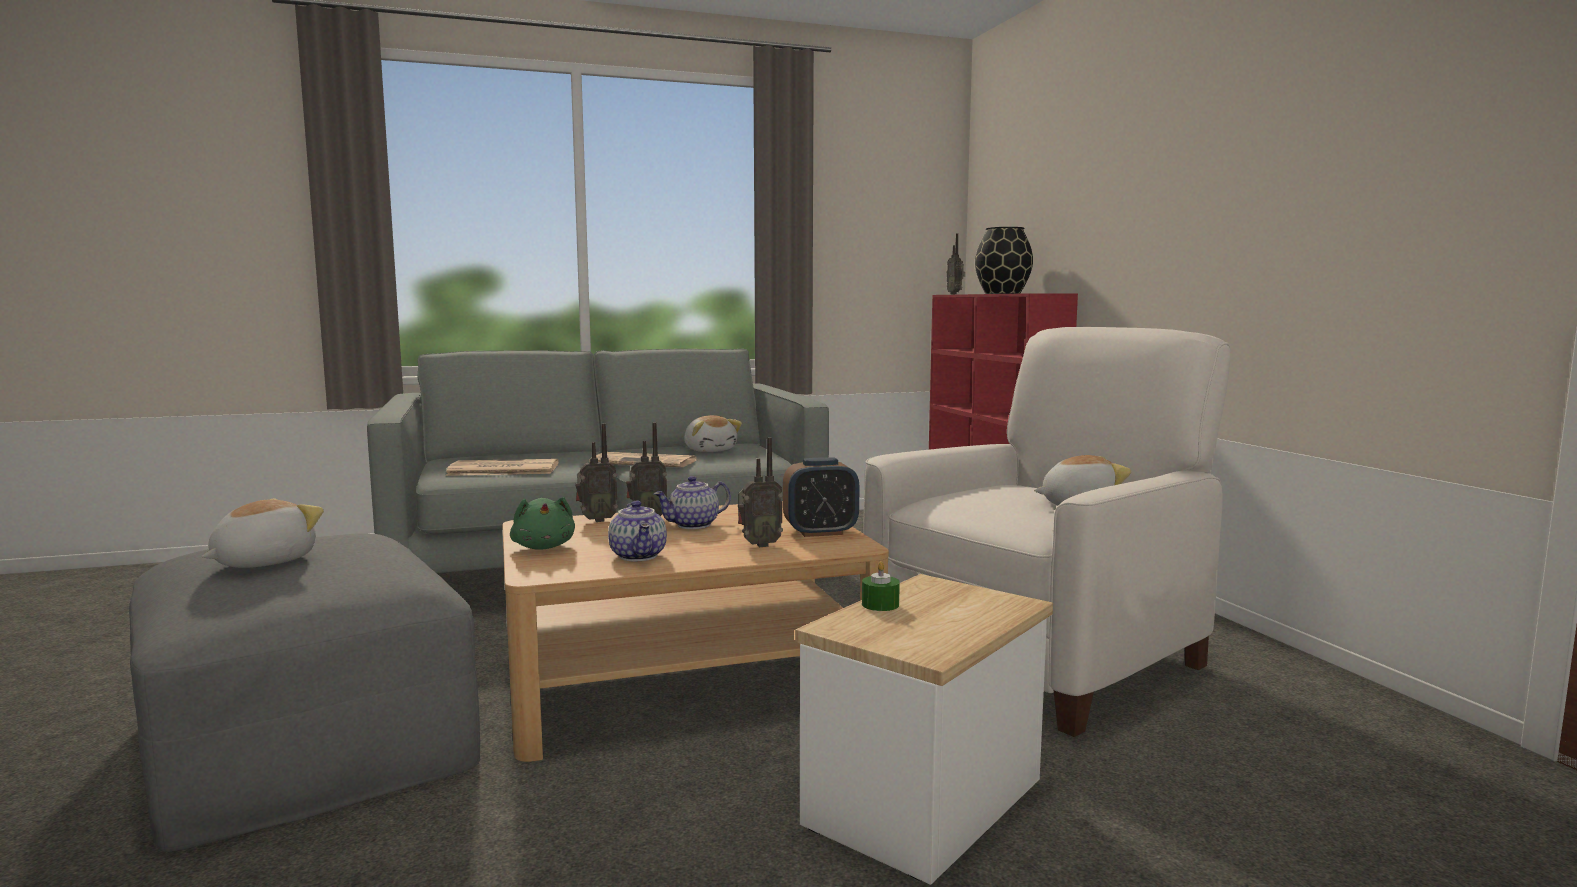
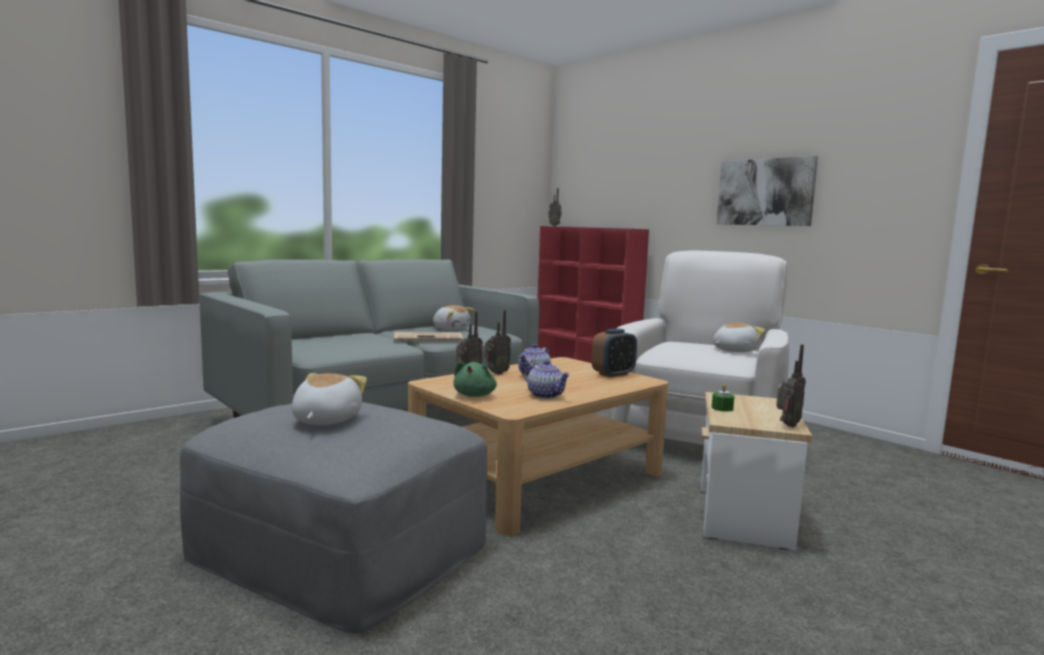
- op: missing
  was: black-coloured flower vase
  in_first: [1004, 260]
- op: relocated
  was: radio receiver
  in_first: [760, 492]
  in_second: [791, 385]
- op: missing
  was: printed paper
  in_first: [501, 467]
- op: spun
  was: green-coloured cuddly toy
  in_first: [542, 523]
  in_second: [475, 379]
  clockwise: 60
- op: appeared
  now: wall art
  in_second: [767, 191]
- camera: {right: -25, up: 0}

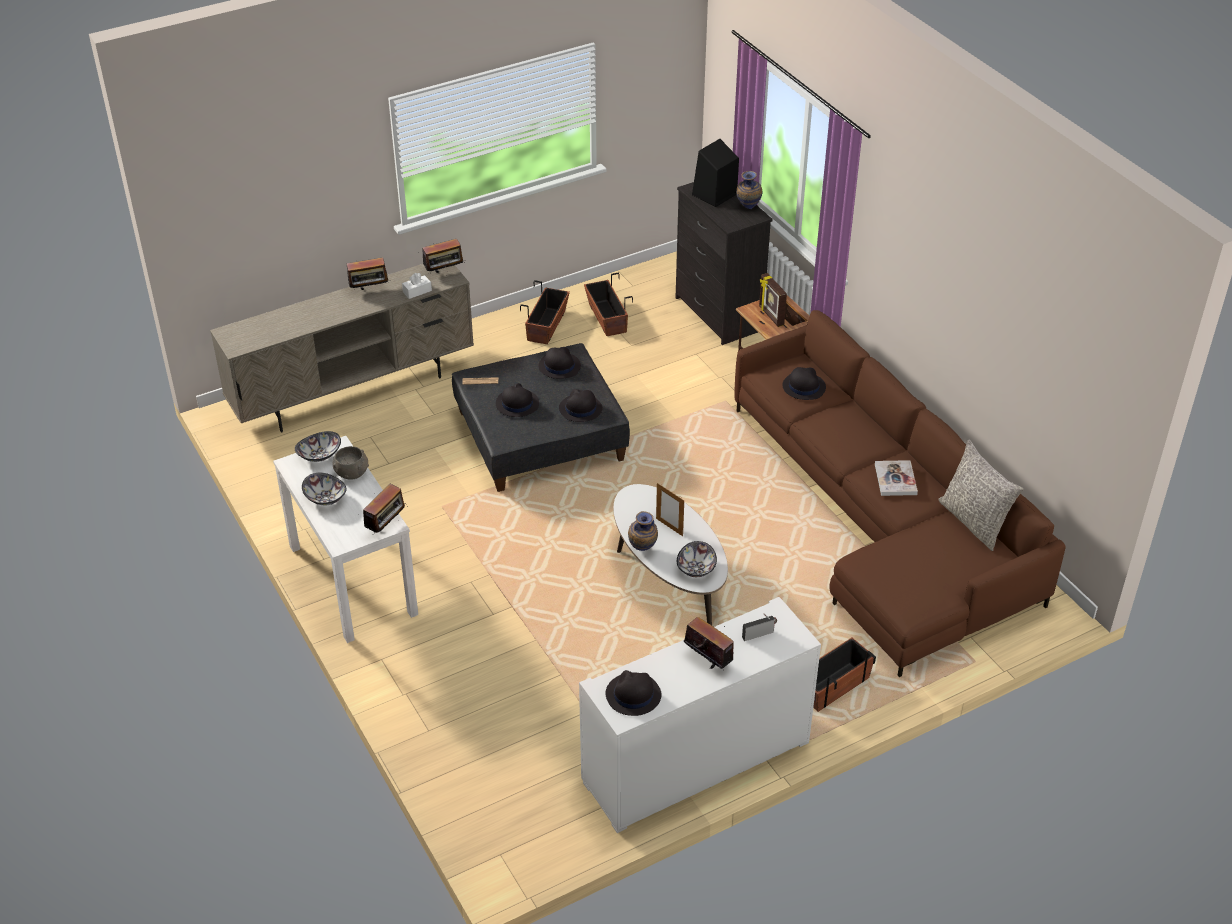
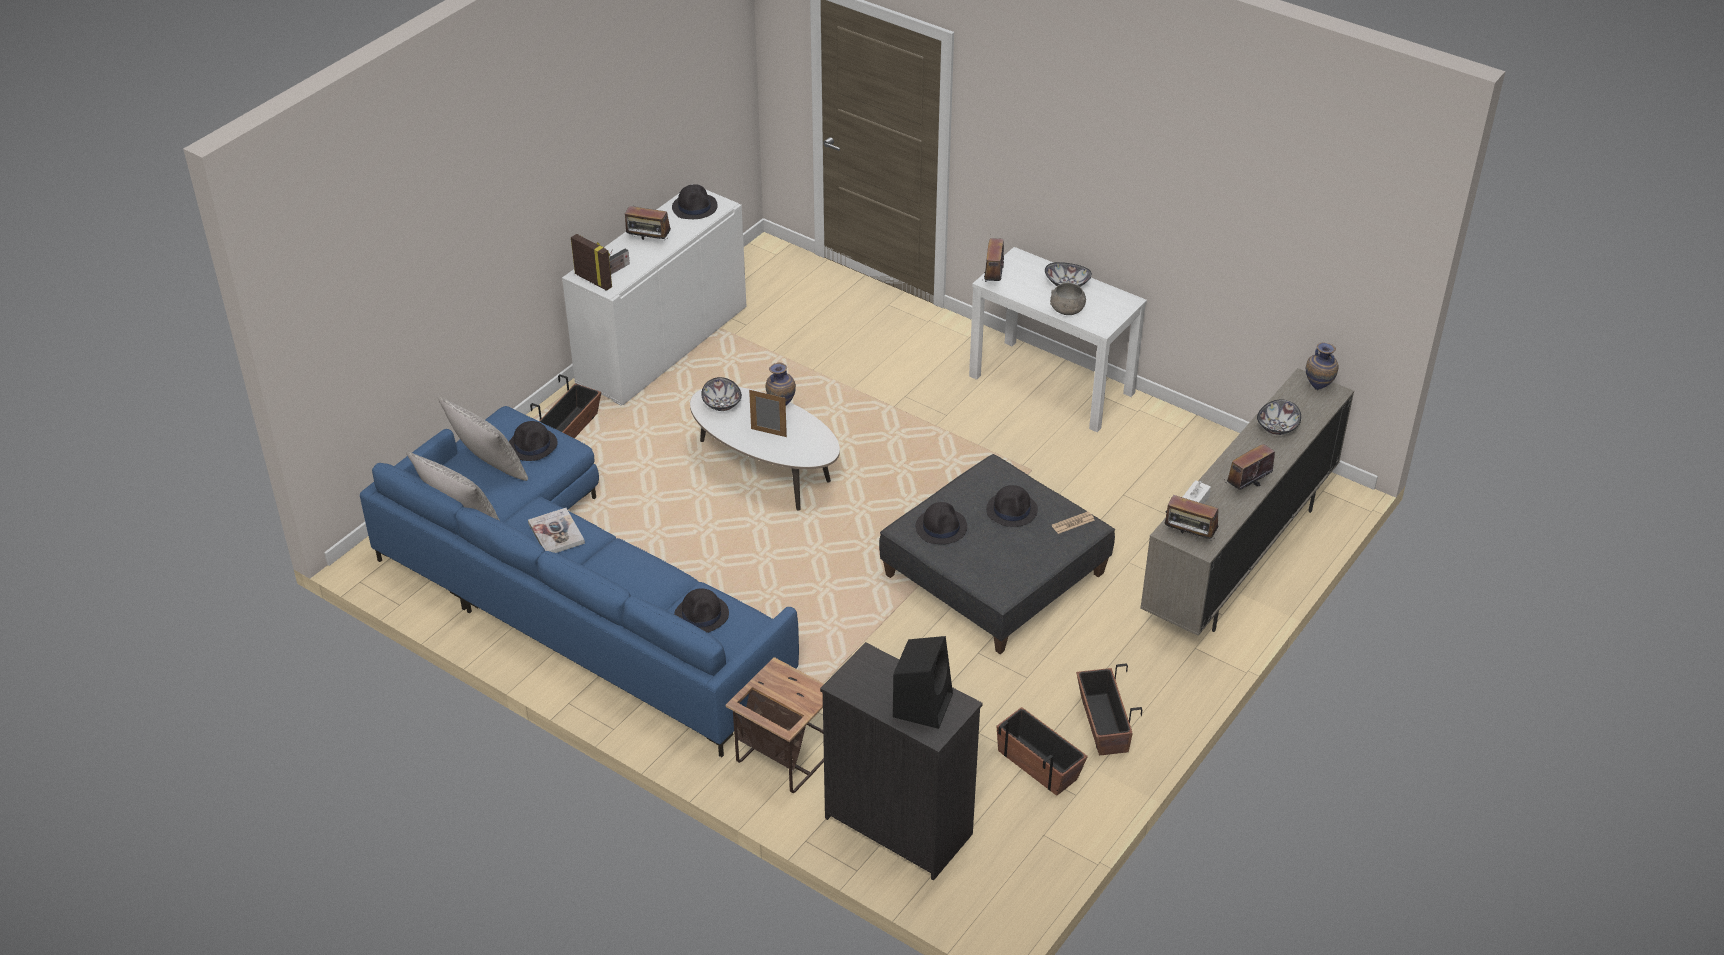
- op: relocated
  was: flower vase
  in_first: [749, 190]
  in_second: [1322, 366]
- op: spun
  was: radio receiver
  in_first: [443, 256]
  in_second: [1192, 518]
  clockwise: -105
- op: relocated
  was: standing frame
  in_first: [773, 300]
  in_second: [591, 262]
- op: colour
  was: brownish couch
  now: bluish couch
  in_first: [900, 493]
  in_second: [579, 581]
- op: relocated
  was: black-coloured wearable hat
  in_first: [560, 363]
  in_second: [533, 441]
- op: relocated
  was: bowl
  in_first: [318, 446]
  in_second: [1279, 417]
- op: appeared
  now: greyish throw pillow
  in_second: [483, 439]
- camera: {right: 155, up: 0}

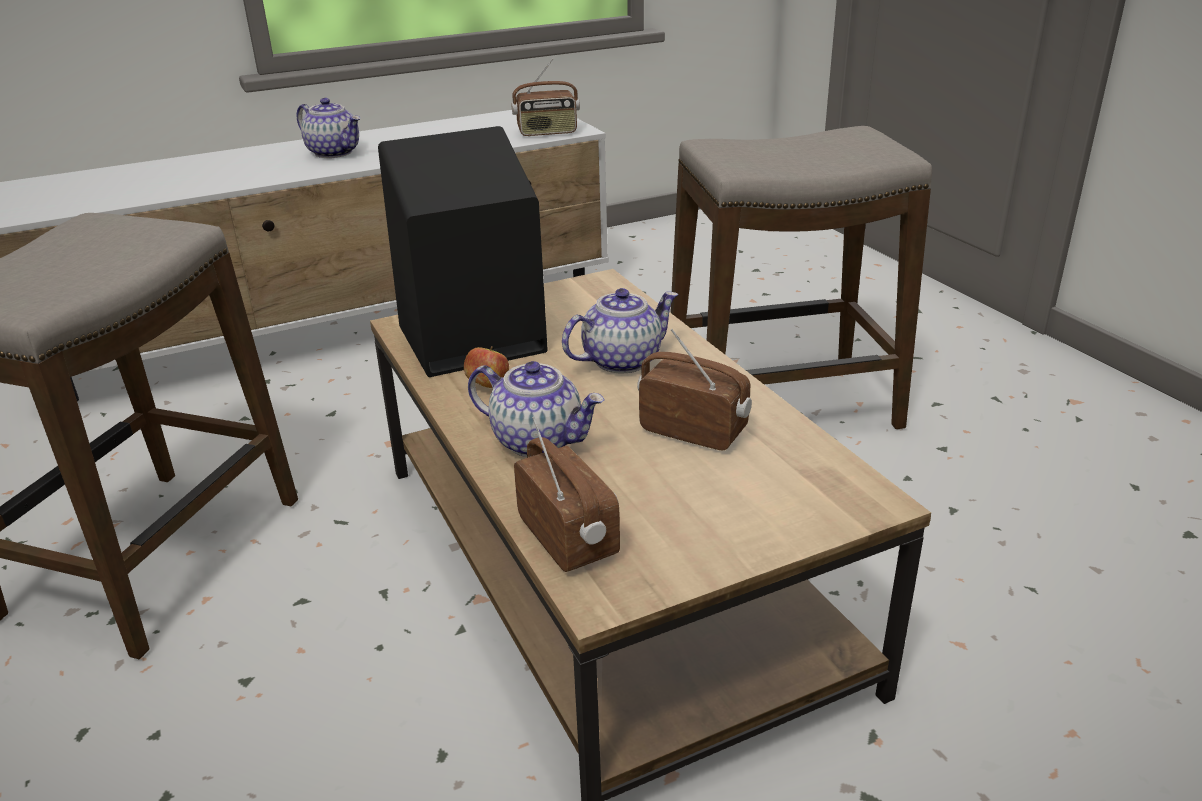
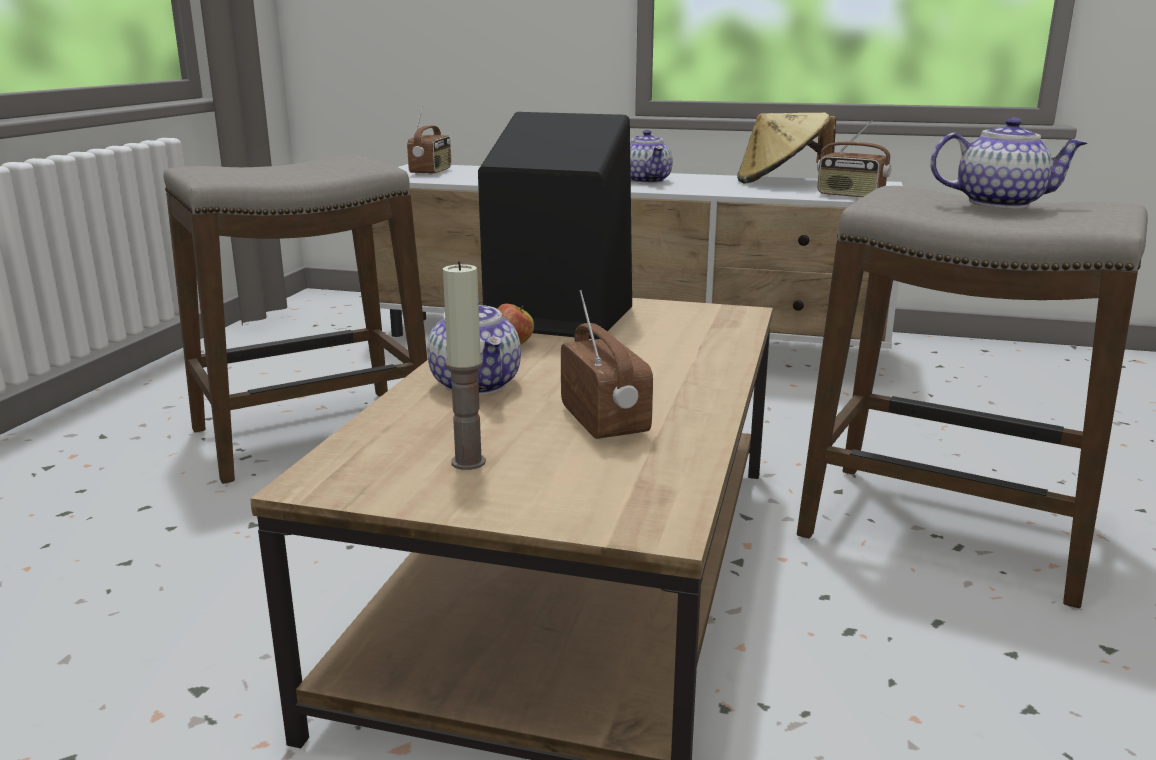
- op: relocated
  was: teapot
  in_first: [620, 330]
  in_second: [1008, 163]
- op: relocated
  was: radio receiver
  in_first: [567, 494]
  in_second: [429, 140]
- op: appeared
  now: sand-coloured wearable hat
  in_second: [786, 147]
- op: appeared
  now: candle
  in_second: [464, 365]
- camera: {right: 40, up: -10}

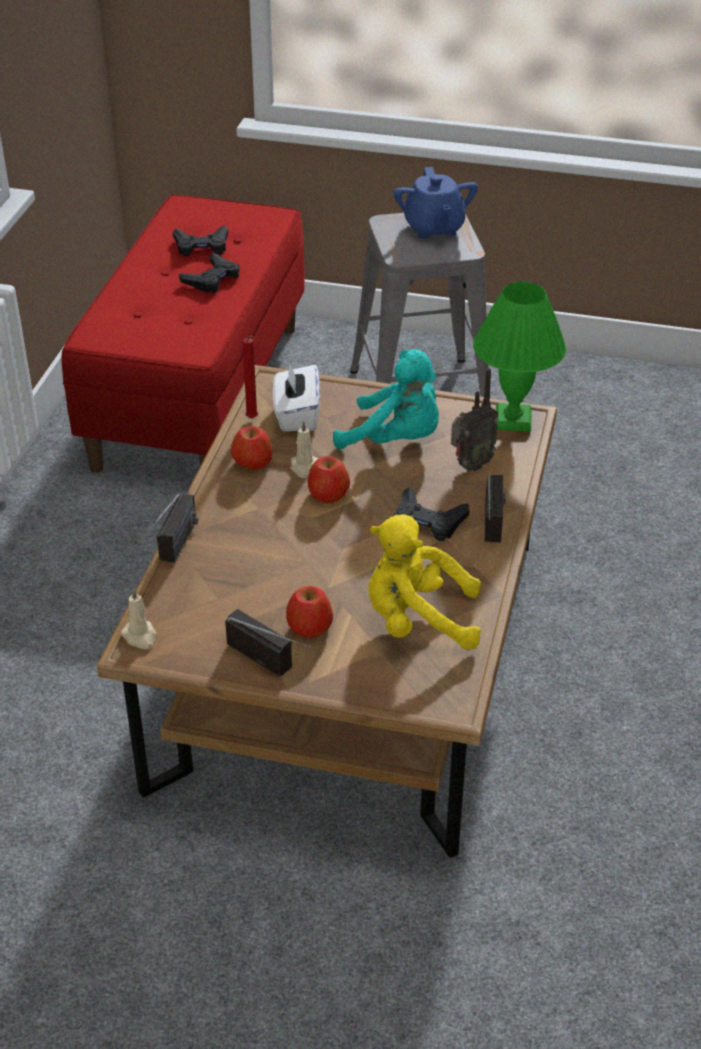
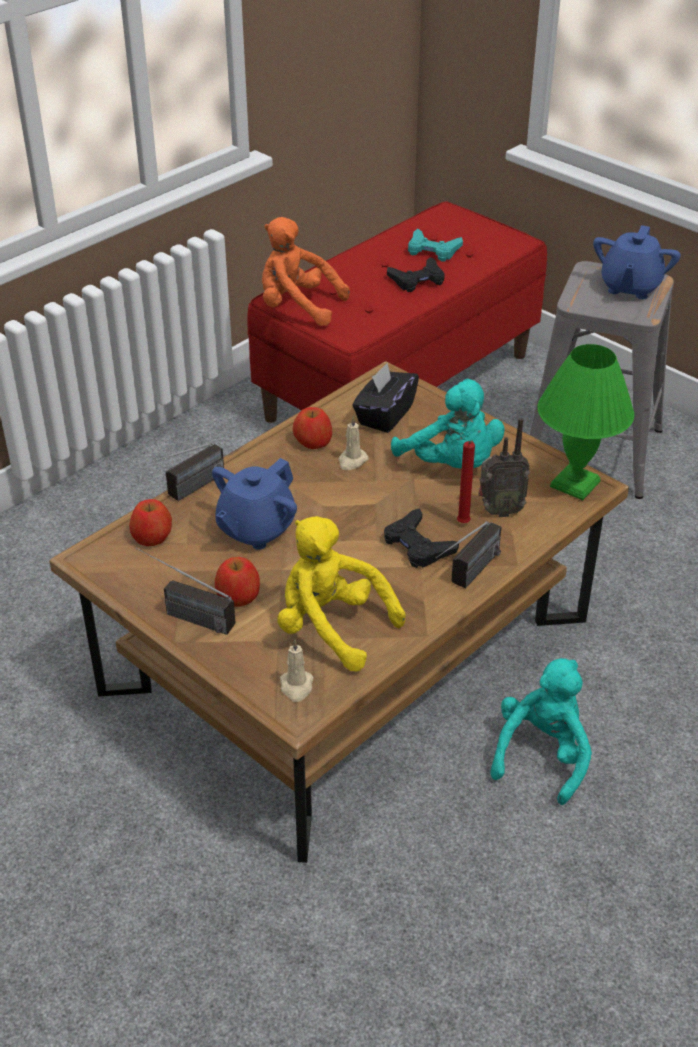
- op: colour
  was: black-coloured game controller
  now: turquoise-coloured game controller
  in_first: [200, 241]
  in_second: [435, 245]
- op: relocated
  was: red candle
  in_first: [250, 377]
  in_second: [466, 482]
- op: colour
  was: whitish box of tissues
  now: black-coloured box of tissues
  in_first: [296, 396]
  in_second: [385, 398]
- op: relocated
  was: apple fruit
  in_first: [329, 479]
  in_second: [150, 522]
- op: relocated
  was: sand-coloured candle
  in_first: [138, 618]
  in_second: [297, 670]
- op: spun
  was: radio receiver
  in_first: [268, 642]
  in_second: [185, 591]
  clockwise: 135
- op: appeared
  now: orangey cuddly toy
  in_second: [306, 271]
- op: appeared
  now: bluish teapot
  in_second: [254, 504]
- op: appeared
  now: turquoise-coloured cuddly toy
  in_second: [541, 731]
- camera: {right: 30, up: 0}

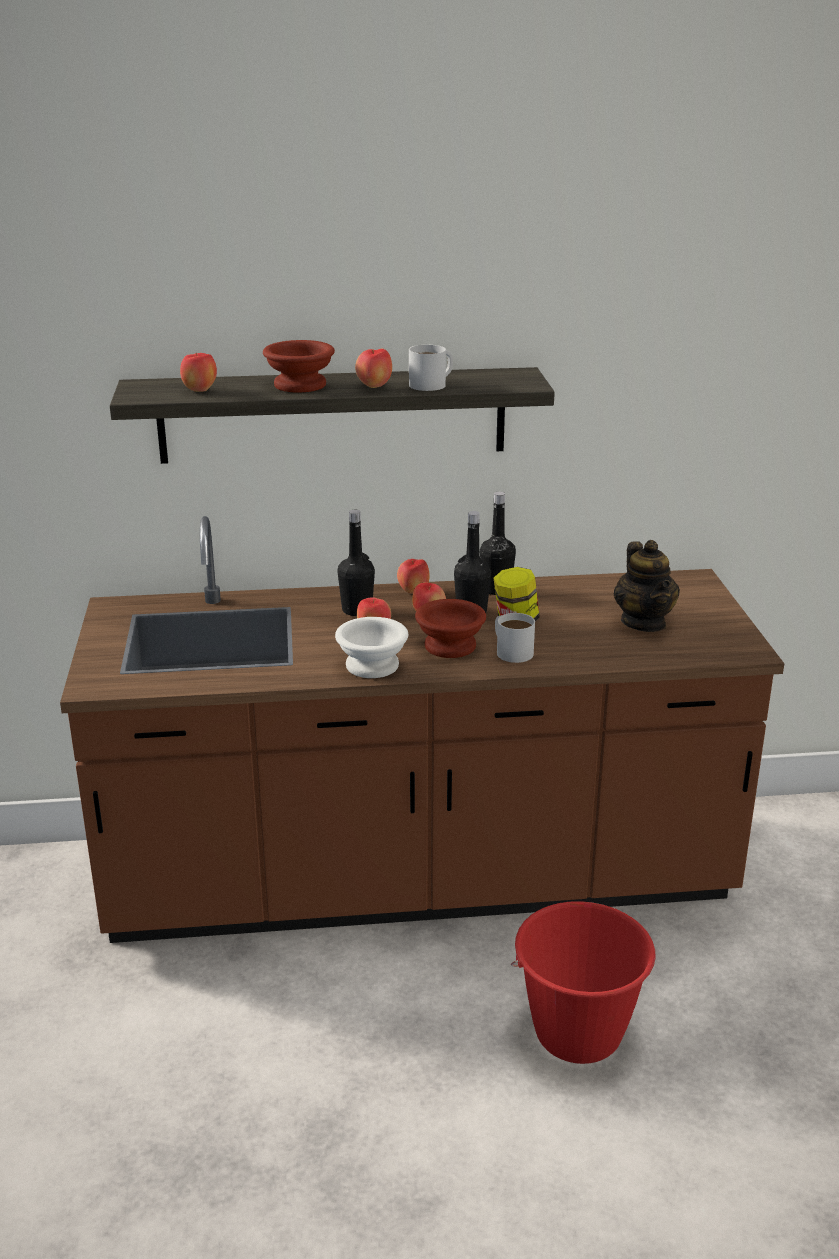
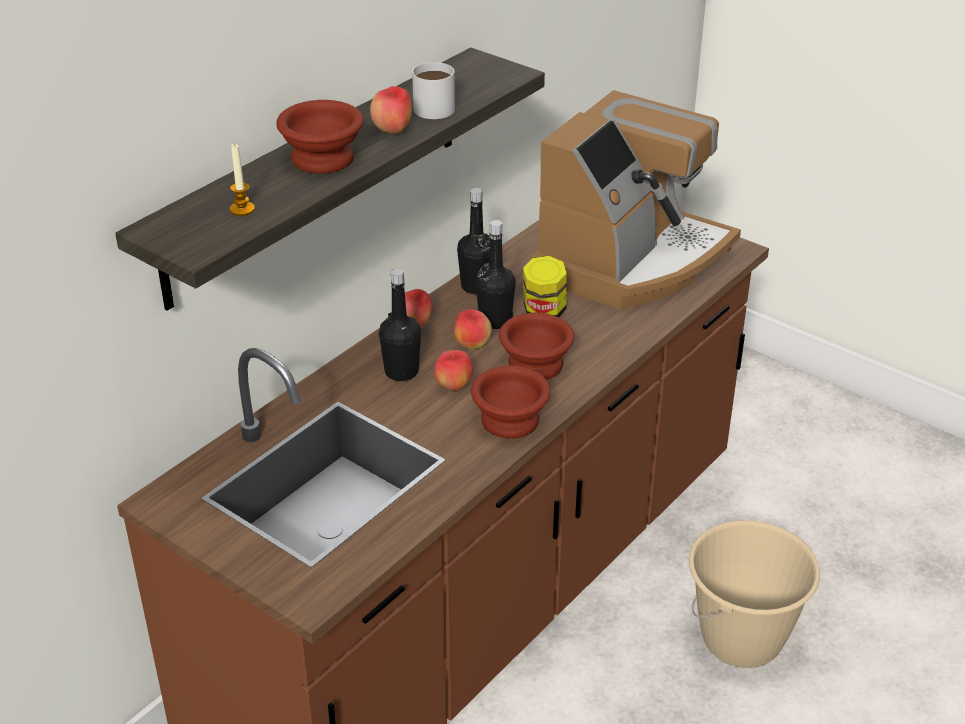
- op: exchanged
  was: apple fruit
  now: candle
  in_first: [198, 372]
  in_second: [242, 179]
- op: exchanged
  was: teapot
  now: coffee maker
  in_first: [647, 586]
  in_second: [635, 200]
- op: missing
  was: whitish coffee mug
  in_first: [515, 638]
- op: colour
  was: whitish bowl
  now: brownish bowl
  in_first: [371, 647]
  in_second: [511, 402]
- op: colour
  was: red pail
  now: sand-coloured pail
  in_first: [583, 982]
  in_second: [754, 594]
- camera: {right: -45, up: 10}

